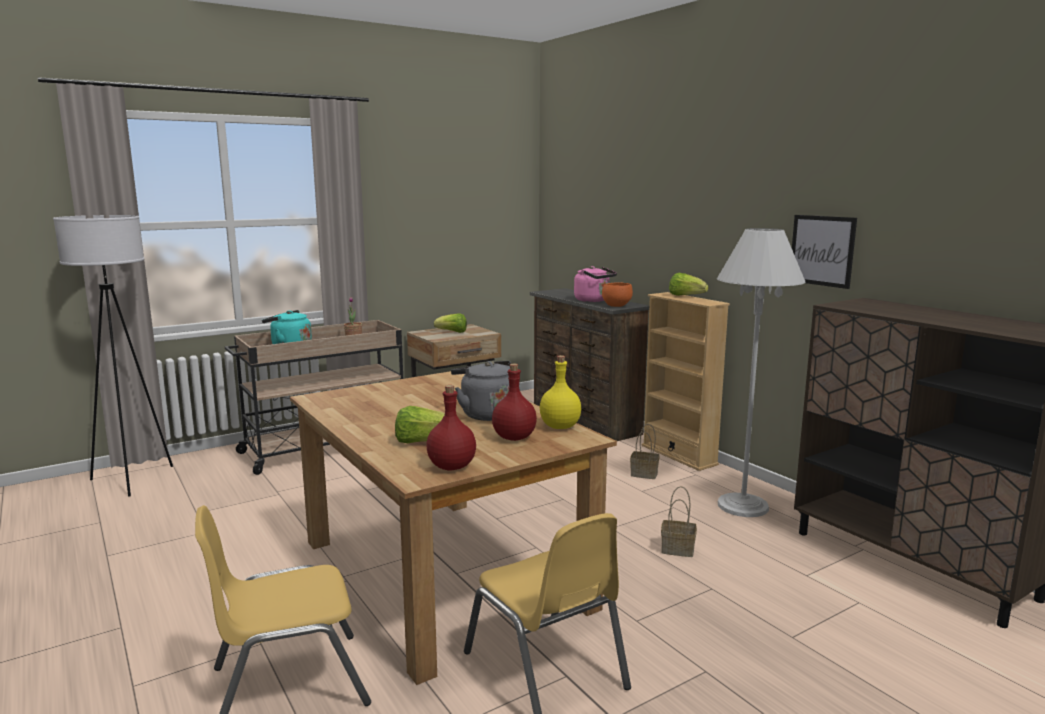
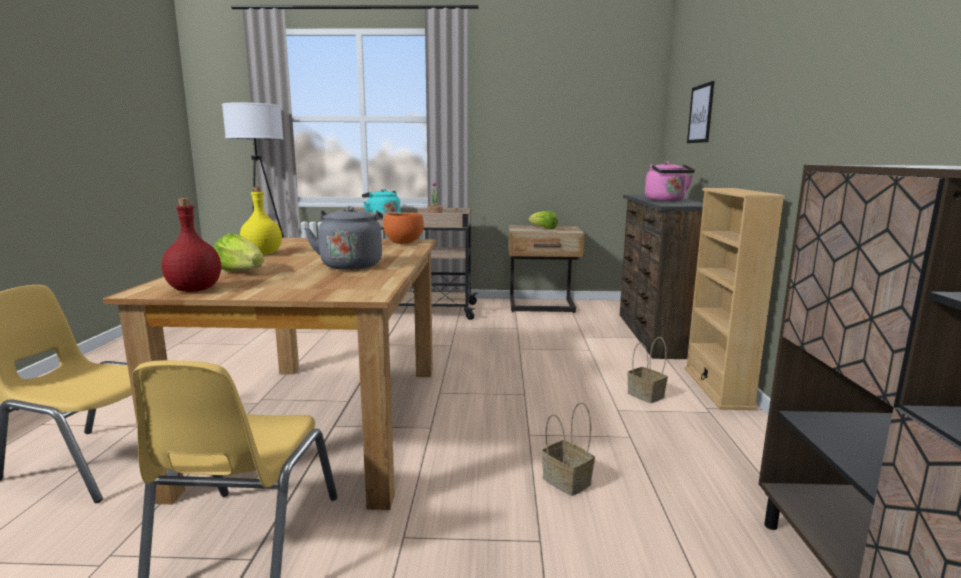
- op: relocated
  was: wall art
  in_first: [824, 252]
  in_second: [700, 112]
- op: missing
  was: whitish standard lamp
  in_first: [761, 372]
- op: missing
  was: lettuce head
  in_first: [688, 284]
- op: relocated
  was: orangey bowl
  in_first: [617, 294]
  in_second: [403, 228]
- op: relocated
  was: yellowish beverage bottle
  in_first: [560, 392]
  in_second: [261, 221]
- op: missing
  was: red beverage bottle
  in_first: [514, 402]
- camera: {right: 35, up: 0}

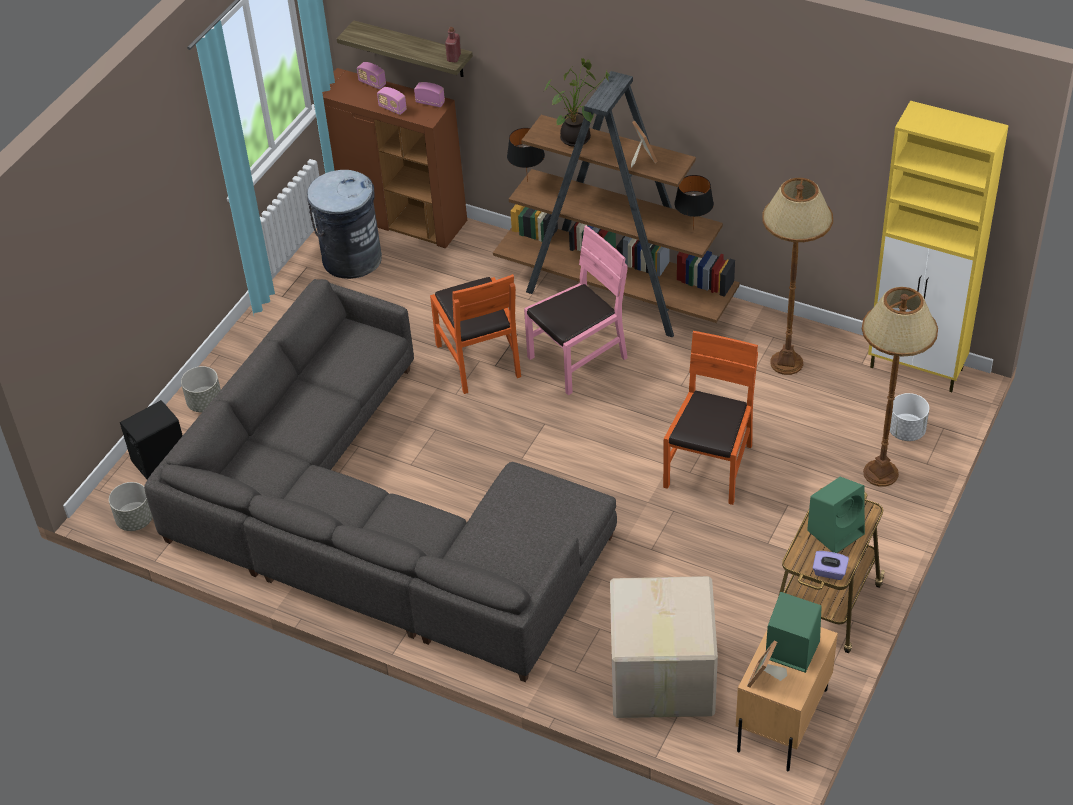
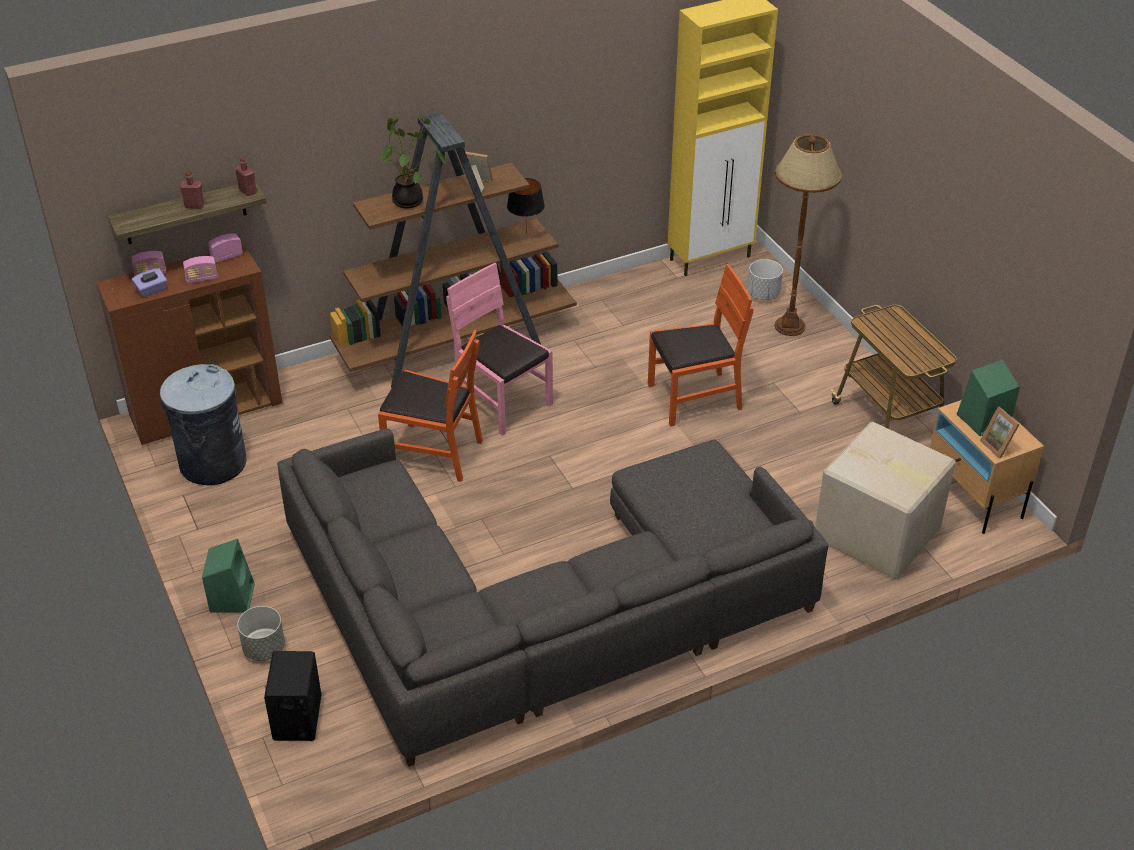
- op: missing
  was: black-coloured lamp for a table
  in_first: [526, 155]
- op: missing
  was: brownish standard lamp
  in_first: [797, 276]
- op: spun
  was: pinkish upright chair
  in_first: [576, 310]
  in_second: [499, 349]
  clockwise: -45
- op: spun
  was: orangey upright chair
  in_first: [710, 418]
  in_second: [701, 345]
  clockwise: 105
- op: relocated
  was: green-coloured audio speaker
  in_first: [836, 515]
  in_second: [228, 576]
- op: missing
  was: greyish flower pot
  in_first: [131, 506]
- op: relocated
  was: purple box of tissues
  in_first: [831, 565]
  in_second: [149, 282]
- op: appeared
  now: red beverage bottle
  in_second: [192, 190]
- camera: {right: -55, up: -5}

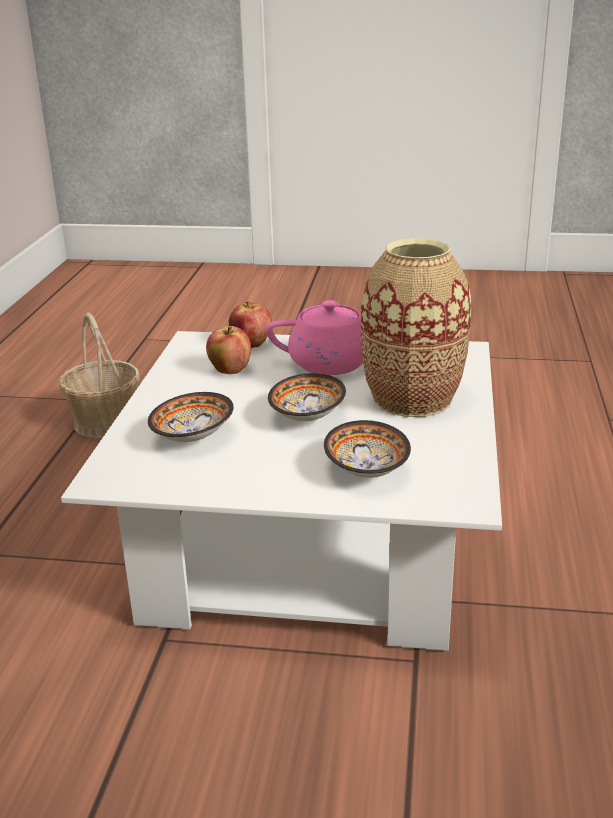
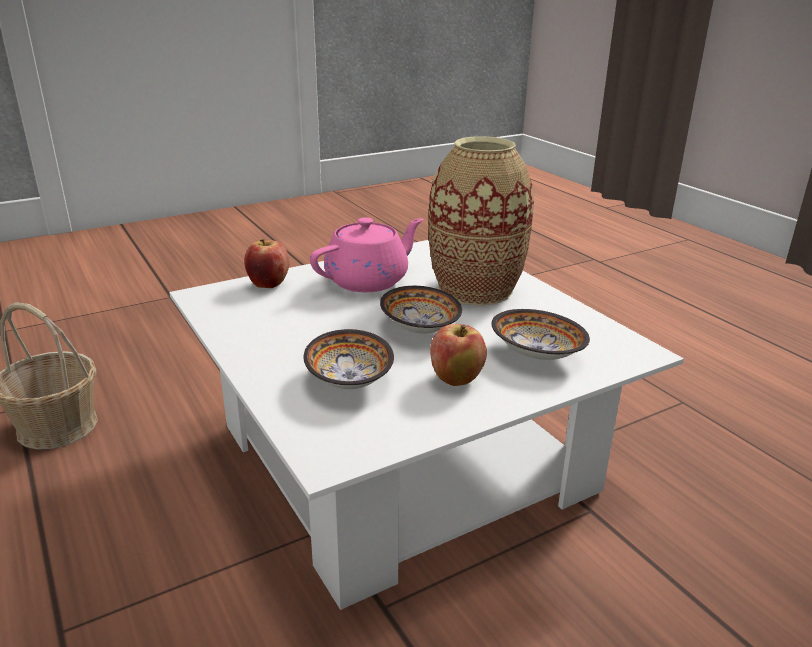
- op: relocated
  was: apple fruit
  in_first: [228, 350]
  in_second: [458, 355]
- camera: {right: -40, up: 0}

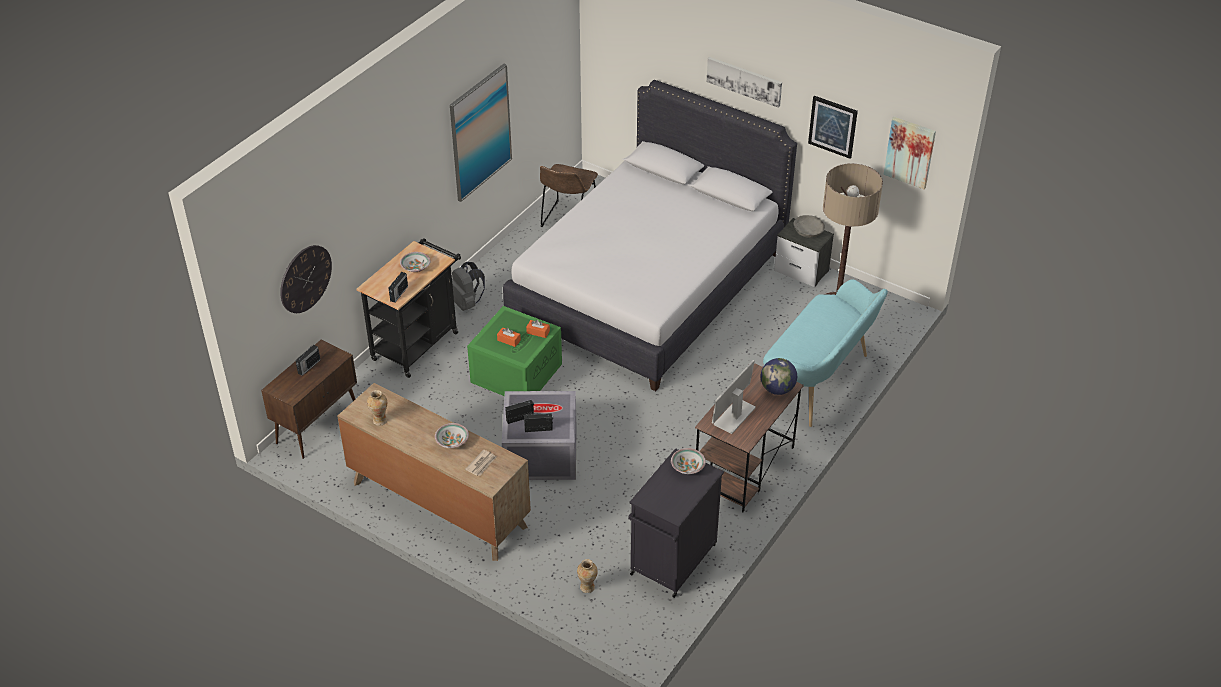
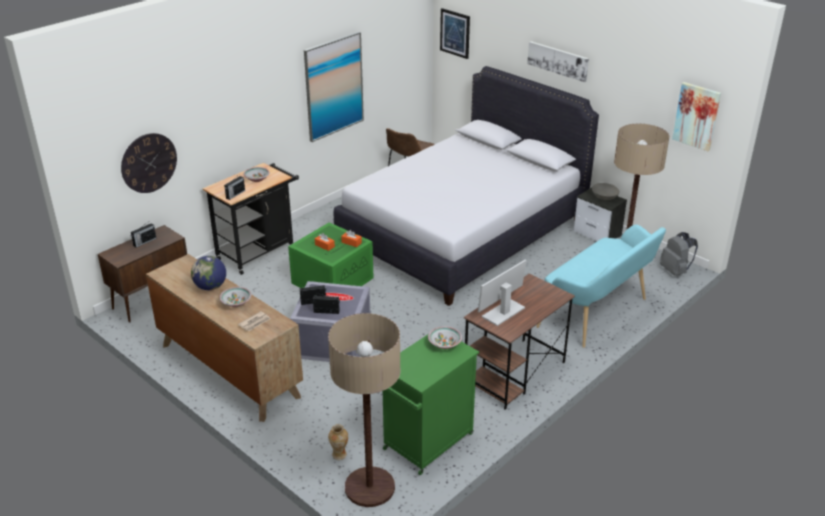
- op: relocated
  was: wall art
  in_first: [833, 127]
  in_second: [455, 33]
- op: relocated
  was: greyish backpack
  in_first: [468, 286]
  in_second: [679, 254]
- op: relocated
  was: desk globe
  in_first: [779, 376]
  in_second: [208, 273]
- op: missing
  was: flower vase
  in_first: [377, 408]
- op: colour
  was: black-coloured cupboard
  now: green-coloured cupboard
  in_first: [676, 523]
  in_second: [431, 405]
- op: appeared
  now: standard lamp
  in_second: [364, 410]
- camera: {right: 10, up: -10}

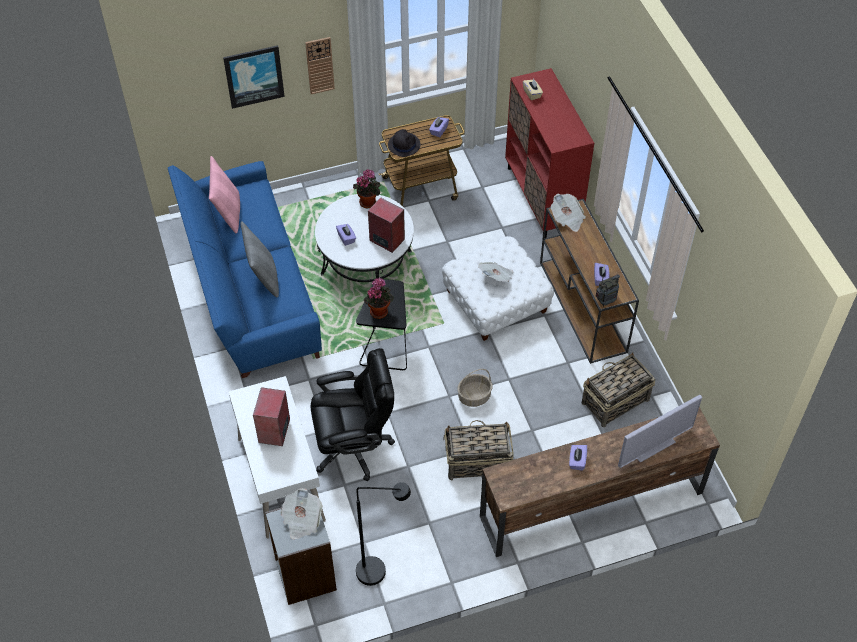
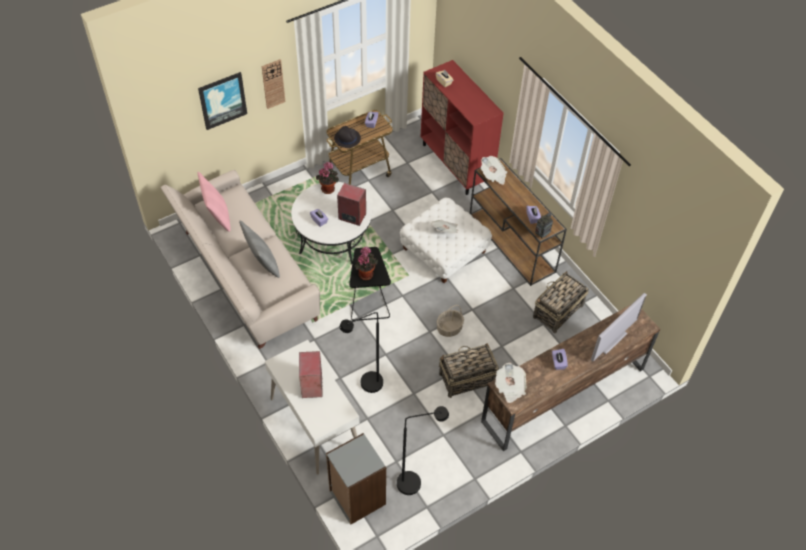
- op: colour
  was: bluish couch
  now: sand-coloured couch
  in_first: [245, 269]
  in_second: [240, 259]
- op: exchanged
  was: black-coloured computer chair
  now: black-coloured standard lamp
  in_first: [353, 414]
  in_second: [361, 352]
- op: relocated
  was: printed paper
  in_first: [301, 513]
  in_second: [510, 383]
- camera: {right: -15, up: 0}

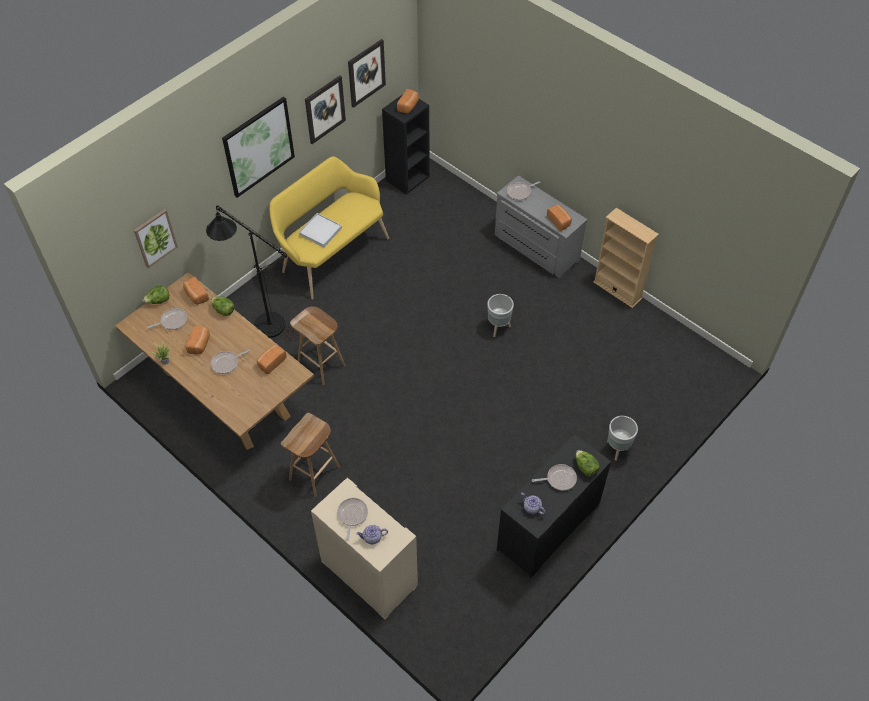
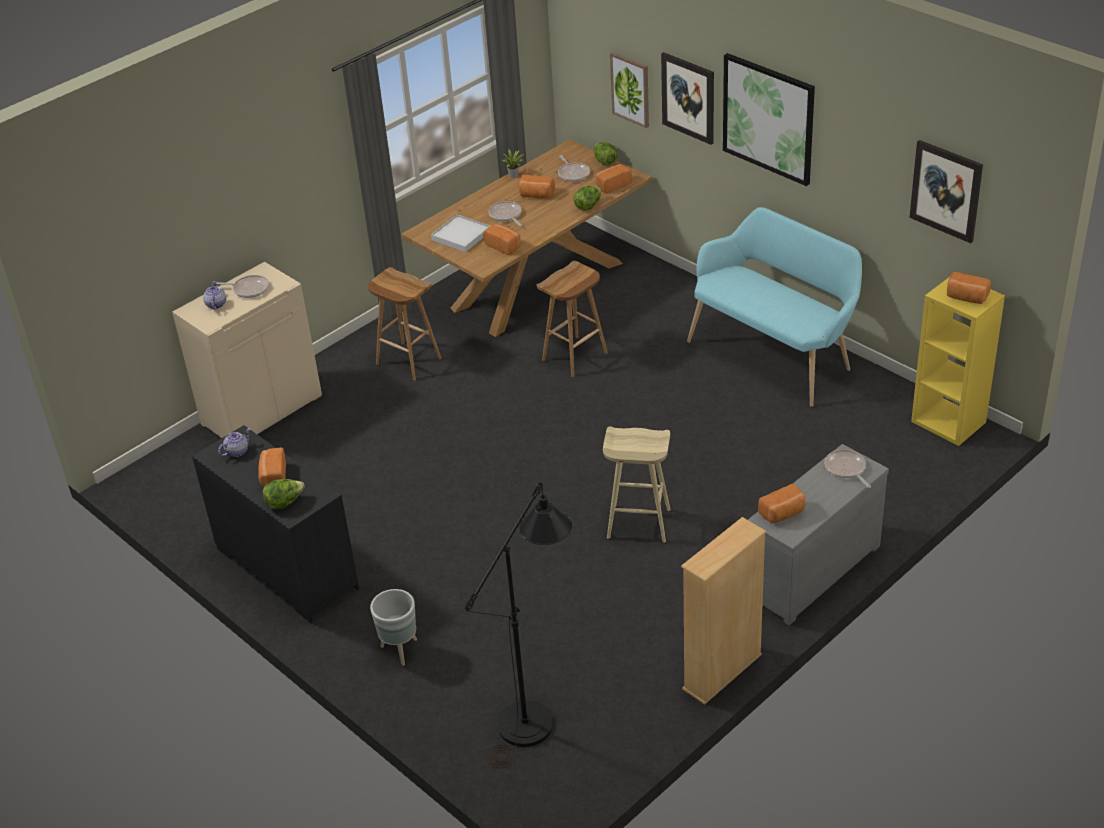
- op: relocated
  was: wall art
  in_first: [325, 110]
  in_second: [687, 98]
- op: colour
  was: black-coloured bookshelf
  now: yellowish bookshelf
  in_first: [406, 144]
  in_second: [958, 361]
- op: colour
  was: yellowish long seat
  now: turquoise-coloured long seat
  in_first: [329, 228]
  in_second: [774, 307]
- op: relocated
  was: black-coloured standard lamp
  in_first: [252, 274]
  in_second: [518, 625]
- op: relocated
  was: whitish serving tray
  in_first: [320, 230]
  in_second: [460, 233]
- op: exchanged
  was: greyish flower pot
  now: sand-coloured sitting stool
  in_first: [500, 315]
  in_second: [637, 484]
- op: exchanged
  was: frying pan
  now: bread
  in_first: [554, 477]
  in_second: [272, 467]
- camera: {right: 95, up: -15}

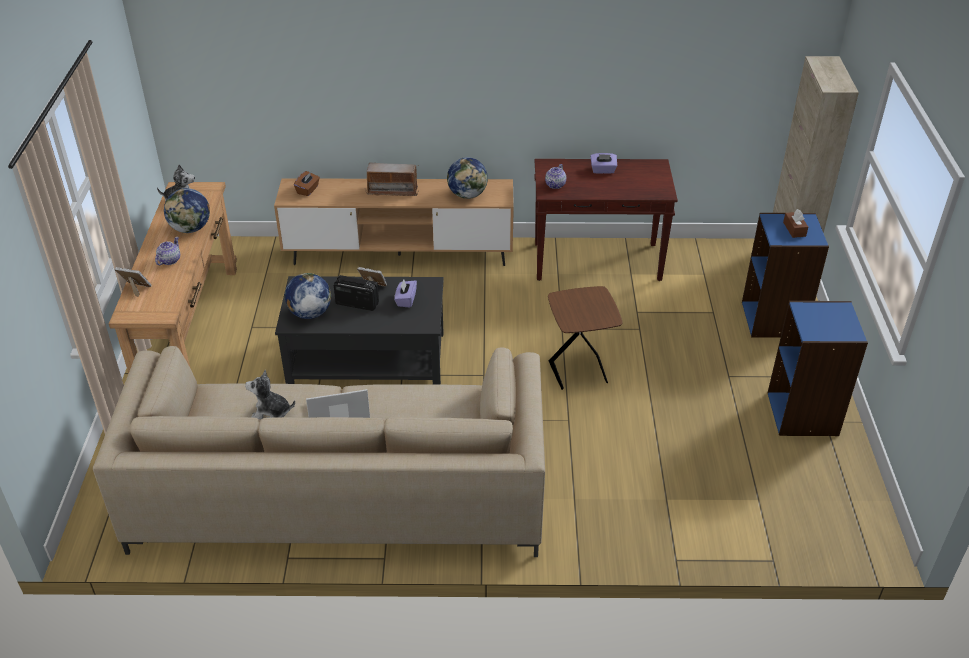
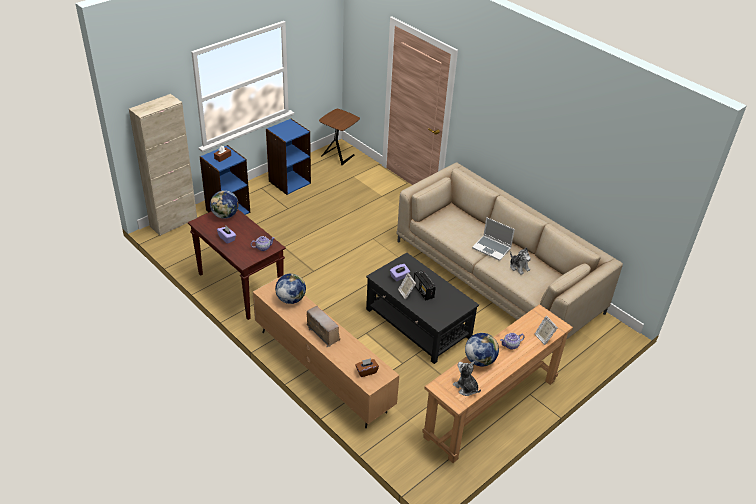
- op: relocated
  was: desk globe
  in_first: [307, 296]
  in_second: [224, 204]
- op: relocated
  was: brownish end table
  in_first: [585, 338]
  in_second: [339, 137]
- camera: {right: -135, up: 0}

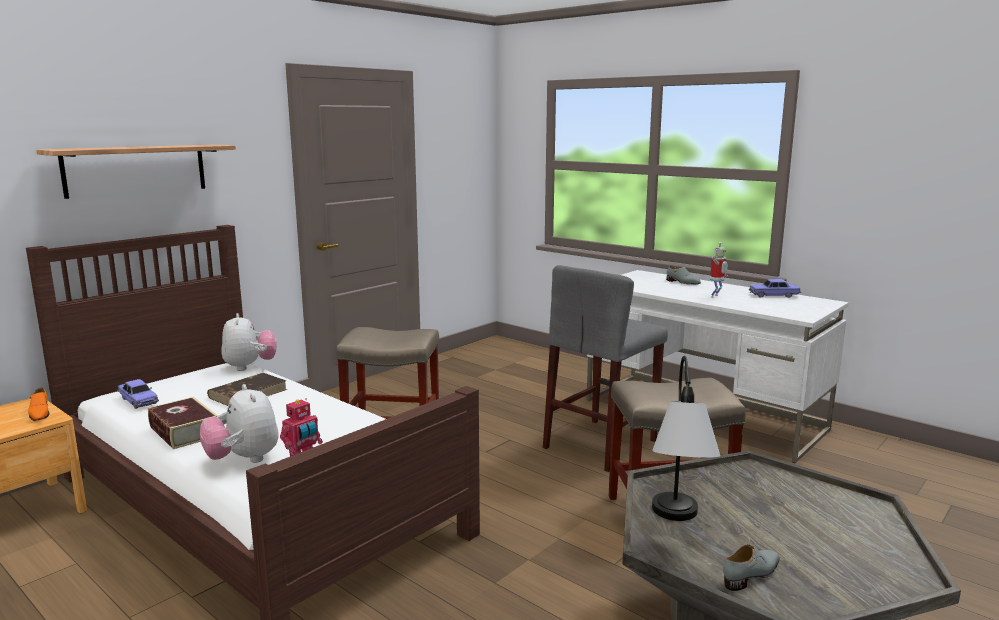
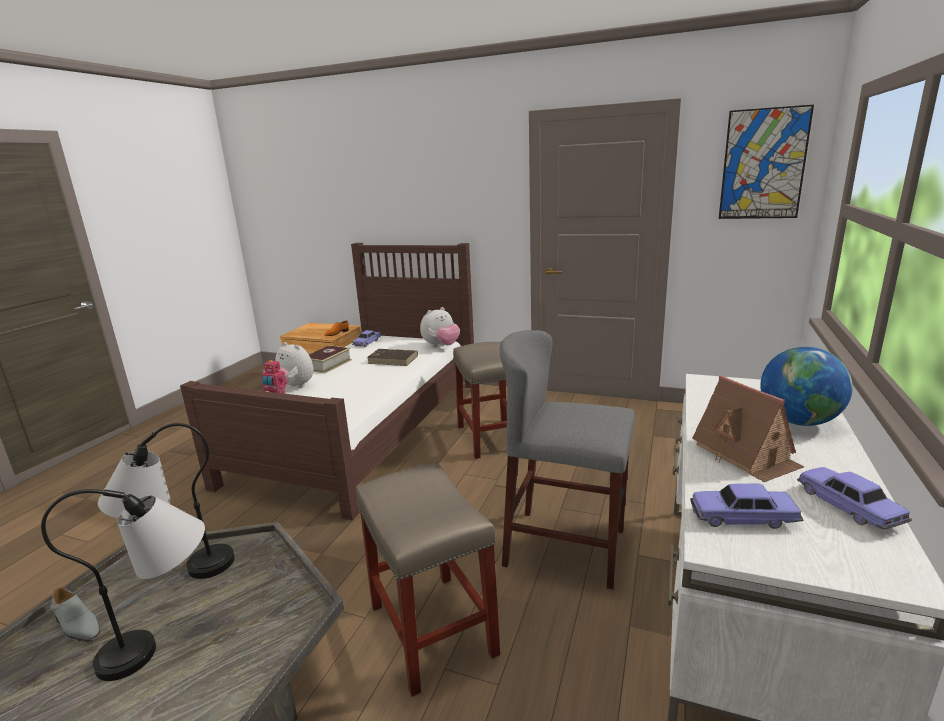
- op: missing
  was: shelf
  in_first: [136, 172]
- op: exchanged
  was: robot figure
  now: model house
  in_first: [719, 270]
  in_second: [748, 428]
- op: exchanged
  was: greyish item of footwear
  now: desk globe
  in_first: [683, 275]
  in_second: [806, 386]
- op: spun
  was: cuddly toy
  in_first: [239, 423]
  in_second: [288, 365]
  clockwise: -90
- op: appeared
  now: wall art
  in_second: [766, 162]
- op: appeared
  now: model car
  in_second: [746, 506]
- op: appeared
  now: lamp for a table
  in_second: [123, 585]
- camera: {right: 70, up: 5}

